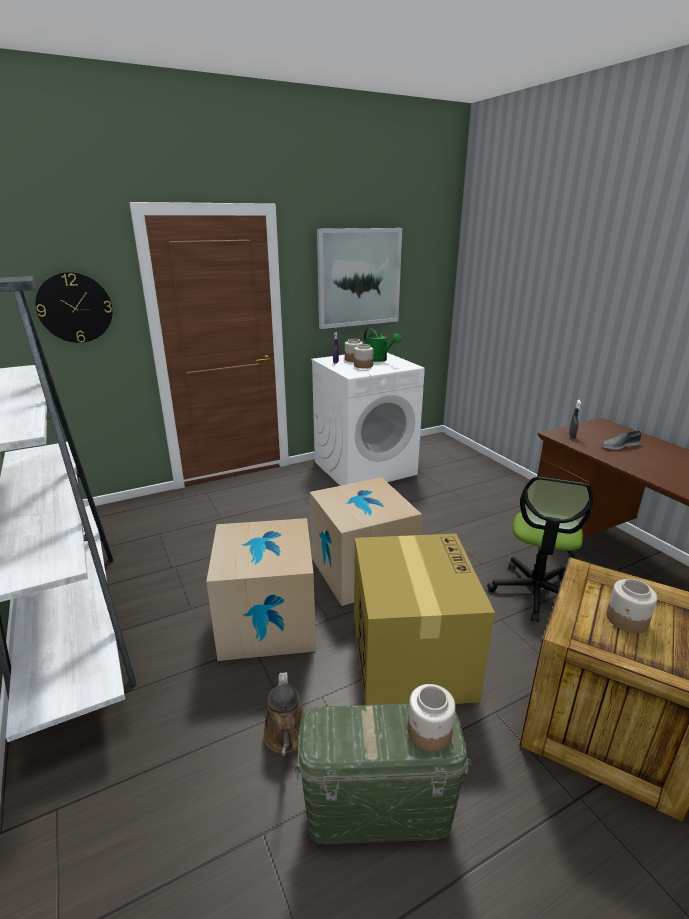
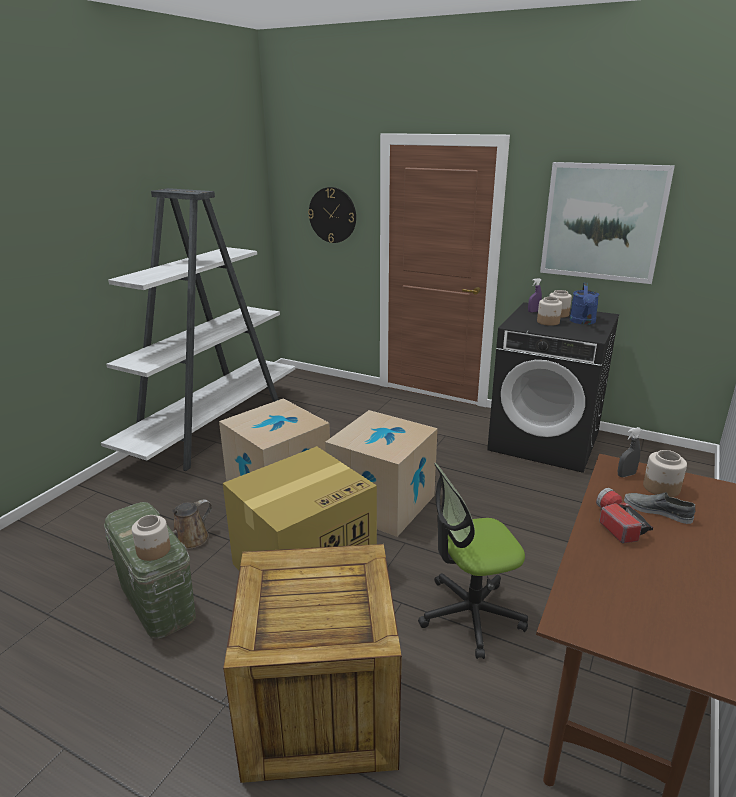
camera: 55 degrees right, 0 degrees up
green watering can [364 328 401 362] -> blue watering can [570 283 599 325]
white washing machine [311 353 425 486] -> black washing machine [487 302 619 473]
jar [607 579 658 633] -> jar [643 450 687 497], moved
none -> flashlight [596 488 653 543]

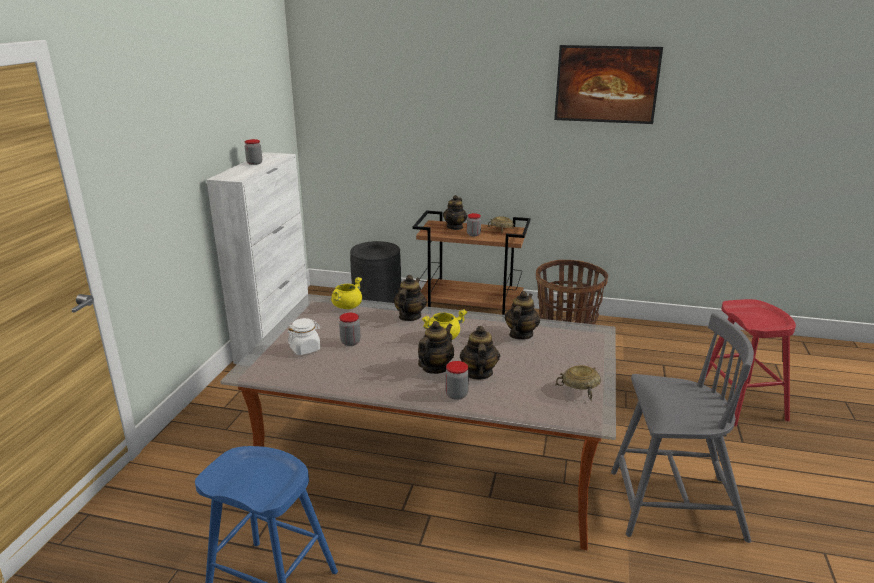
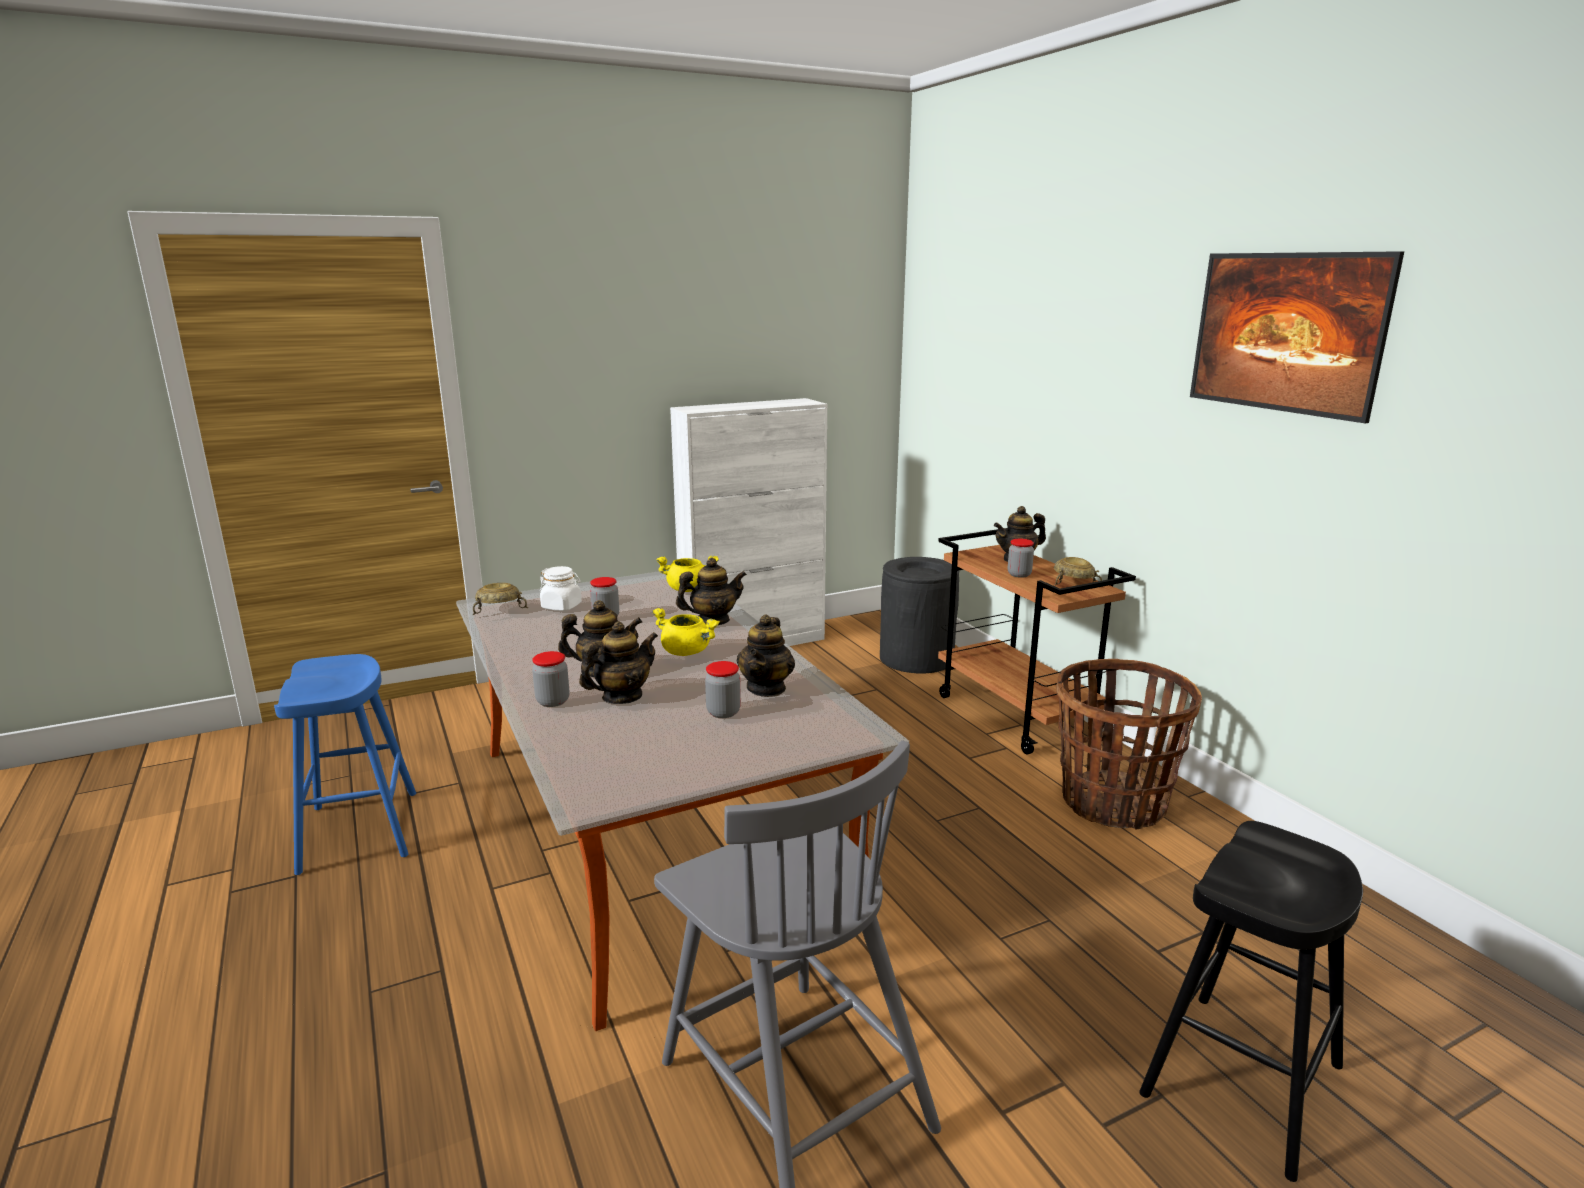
camera: 50 degrees right, 5 degrees down
jar [245 139 262 165] -> jar [705 661 741 718], moved
teapot [505 291 540 340] -> teapot [737 614 795 697], 120 degrees clockwise
red stool [705 299 796 426] -> black stool [1139 821 1363 1182]
beige bowl [555 365 601 401] -> beige bowl [473 583 528 615], moved

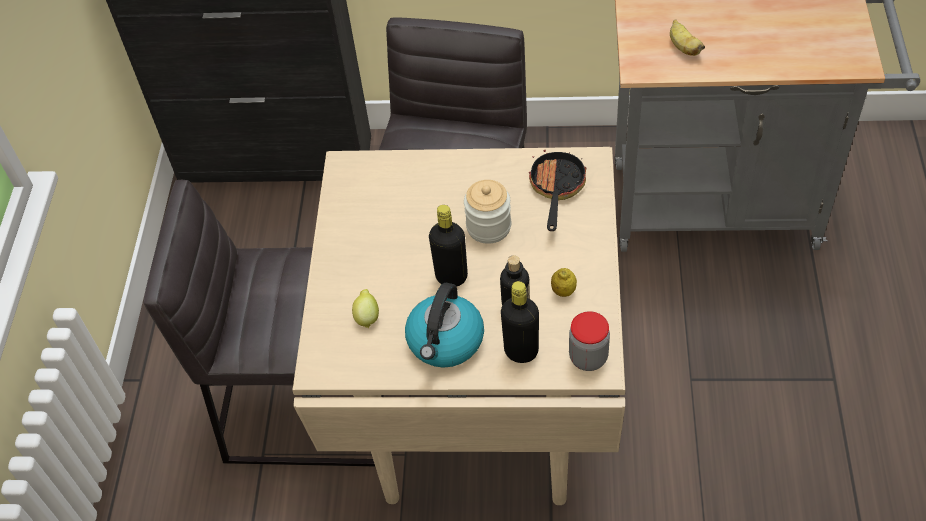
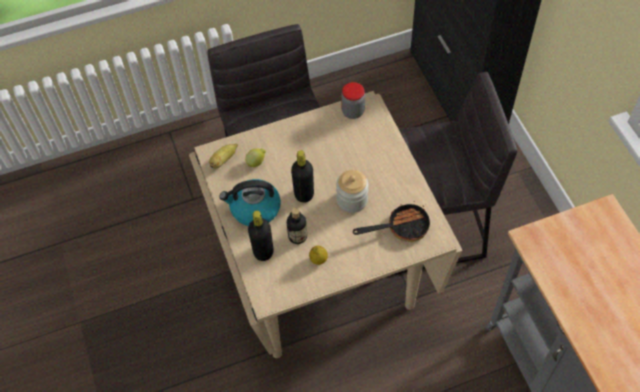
camera: 65 degrees right, 5 degrees up
banana [670 19 705 56] -> banana [209 144 238 169], moved
jar [569 311 610 371] -> jar [341 82 365 119], moved

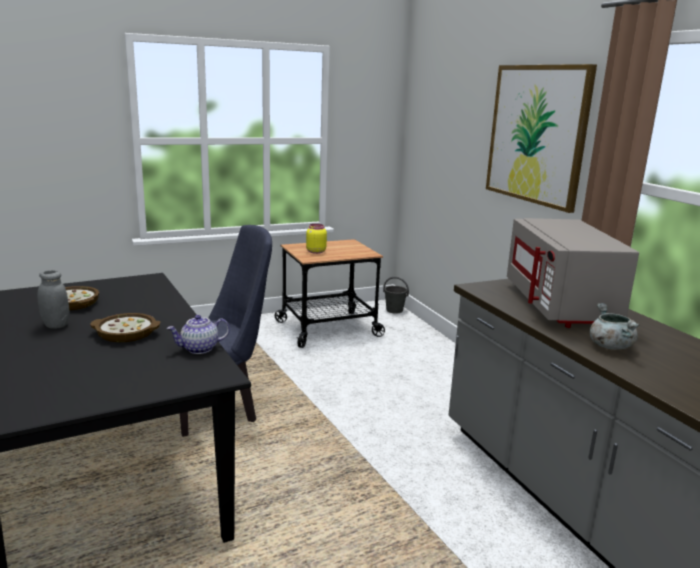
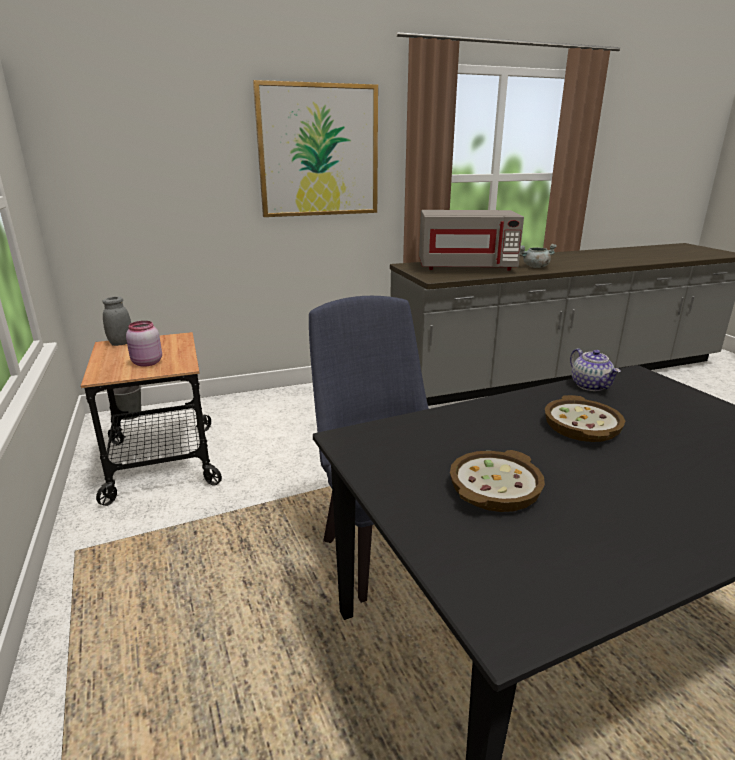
camera: 85 degrees left, 5 degrees up
yellow jar [306 224 327 254] -> pink jar [126 321 162 367]
grey jar [37 270 70 329] -> grey jar [102 297 131 346], moved

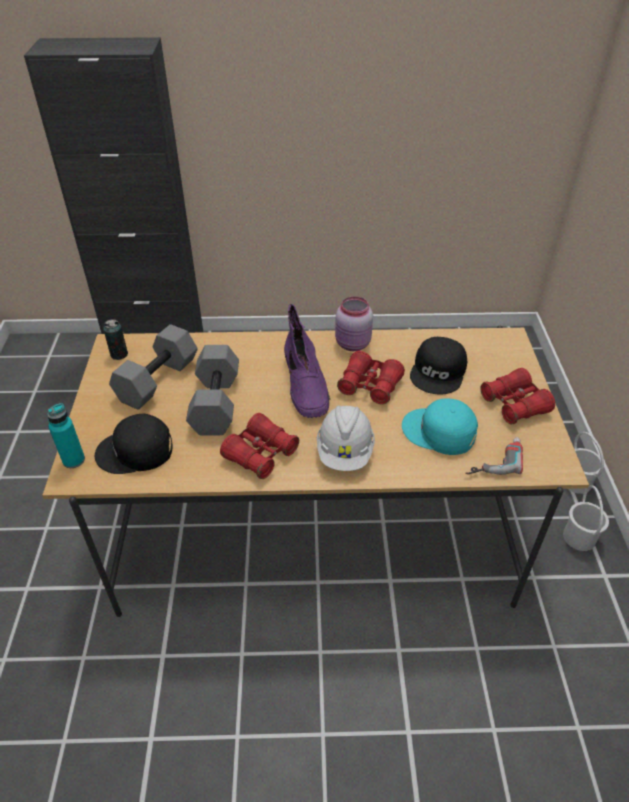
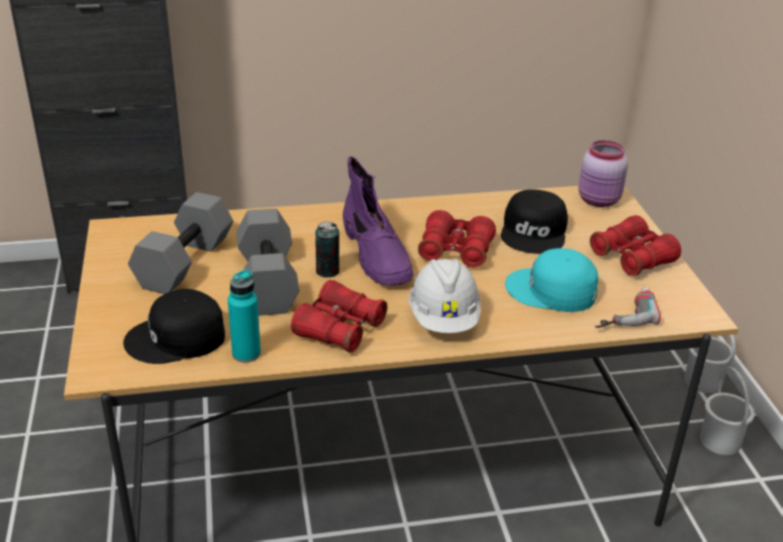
camera: 10 degrees left, 10 degrees down
pink jar [335 296 373 351] -> pink jar [578 140 628 207], moved
can [103 319 128 360] -> can [315 222 339 278], moved
turquoise bottle [47 403 85 468] -> turquoise bottle [228 269 261 363], moved

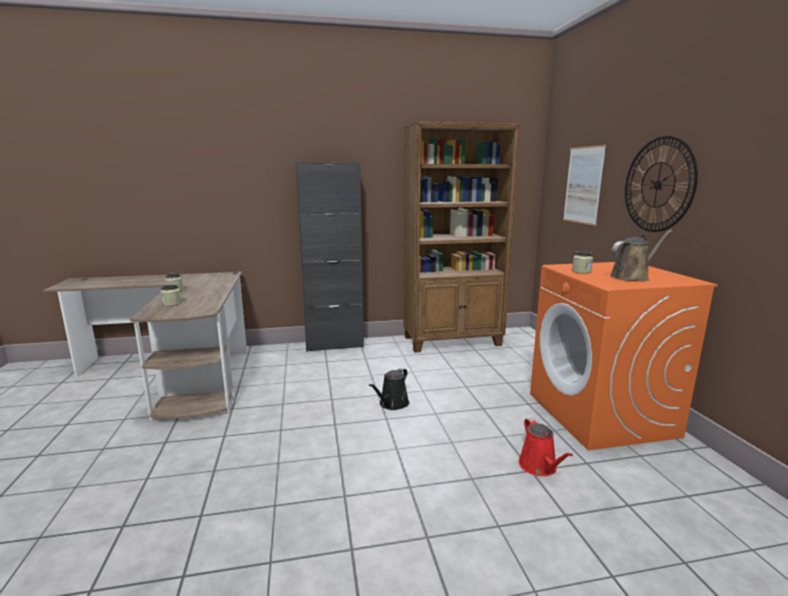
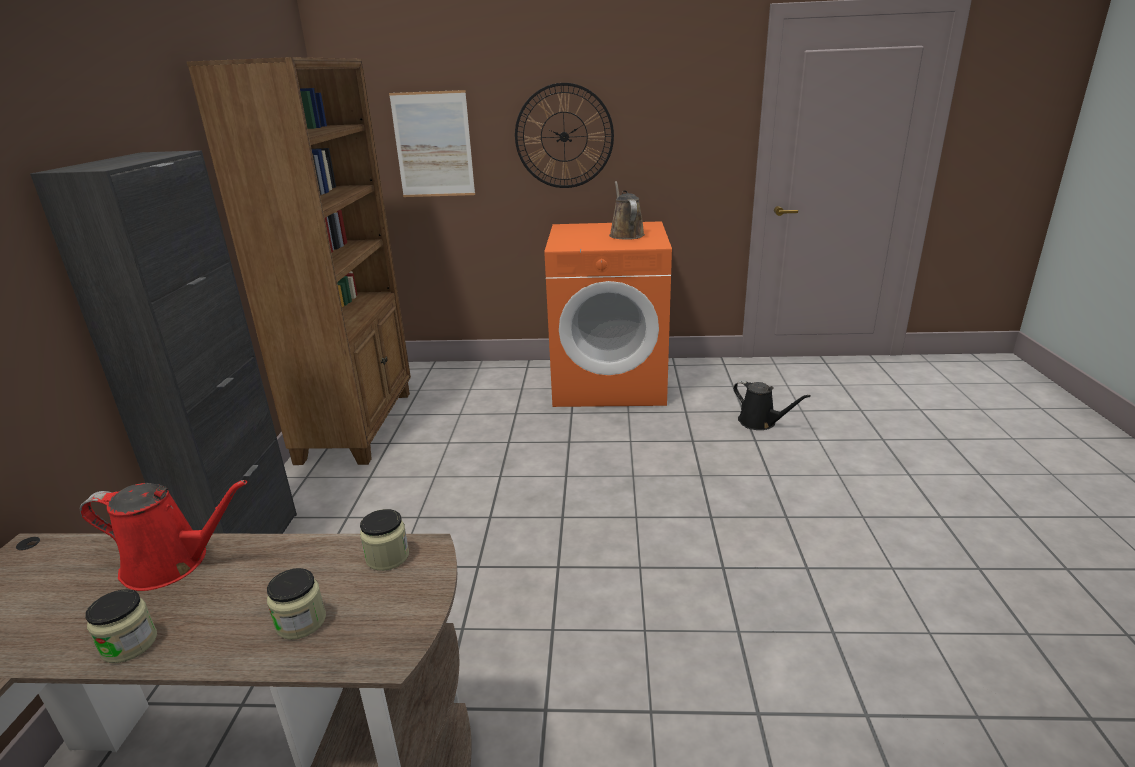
camera: 75 degrees left, 10 degrees up
jar [572 251 593 274] -> jar [360 509 409 571], moved
black watering can [369 368 409 410] -> black watering can [733 380 811 430], moved
red watering can [518 418 573 476] -> red watering can [80 480 247 591], moved

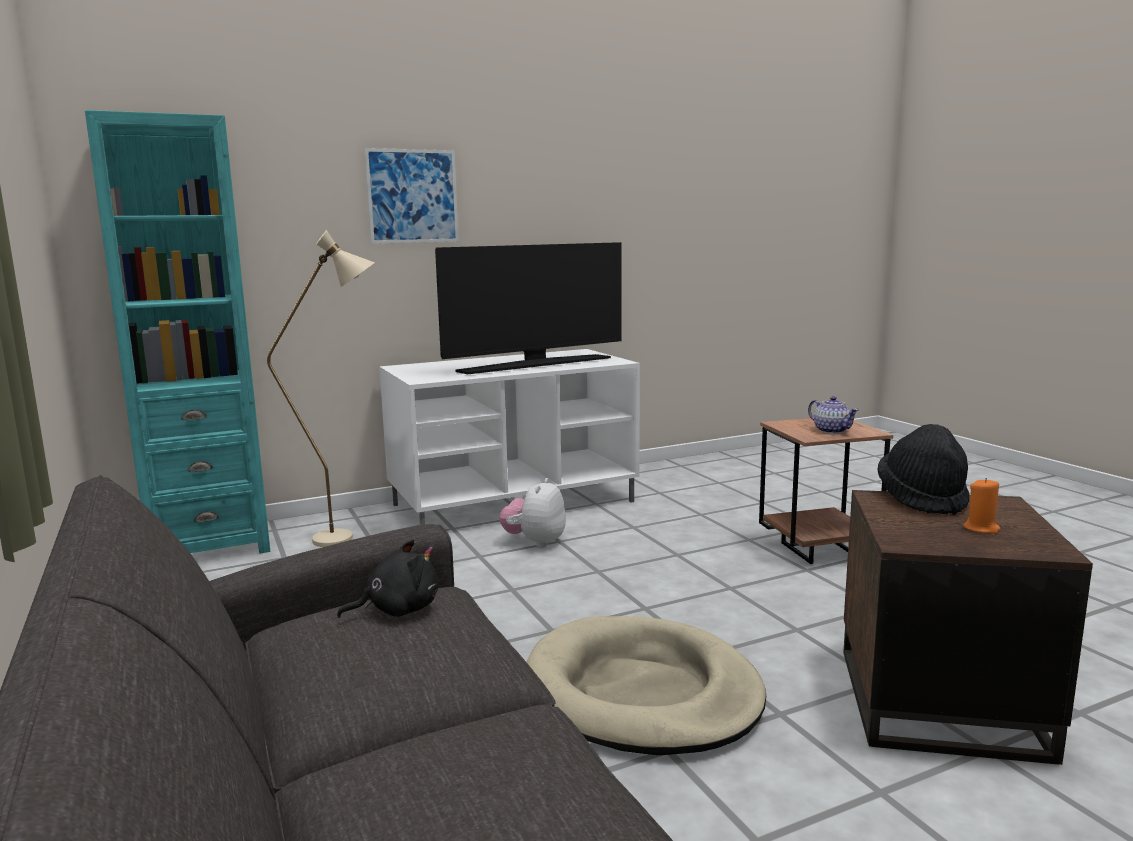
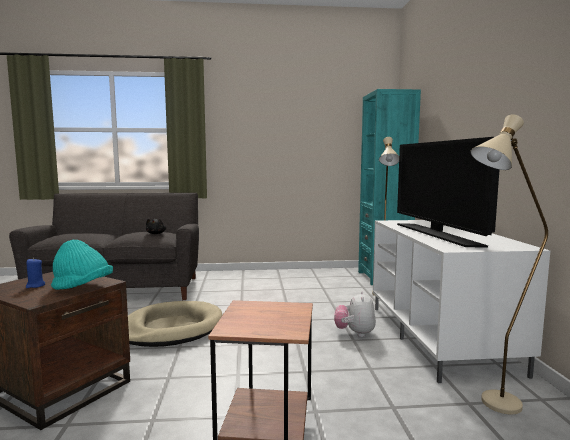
camera: 110 degrees right, 5 degrees down
picture [364 148 459 244] -> none
teapot [808 396 859 434] -> none
black hat [877 424 969 515] -> turquoise hat [51 240 113 290]
plush toy [499 478 566 548] -> plush toy [334 291 376 337], 120 degrees counterclockwise
orange candle [963 478 1000 534] -> blue candle [26 258 45 288]
none -> beige floor lamp [470 114 548 415]

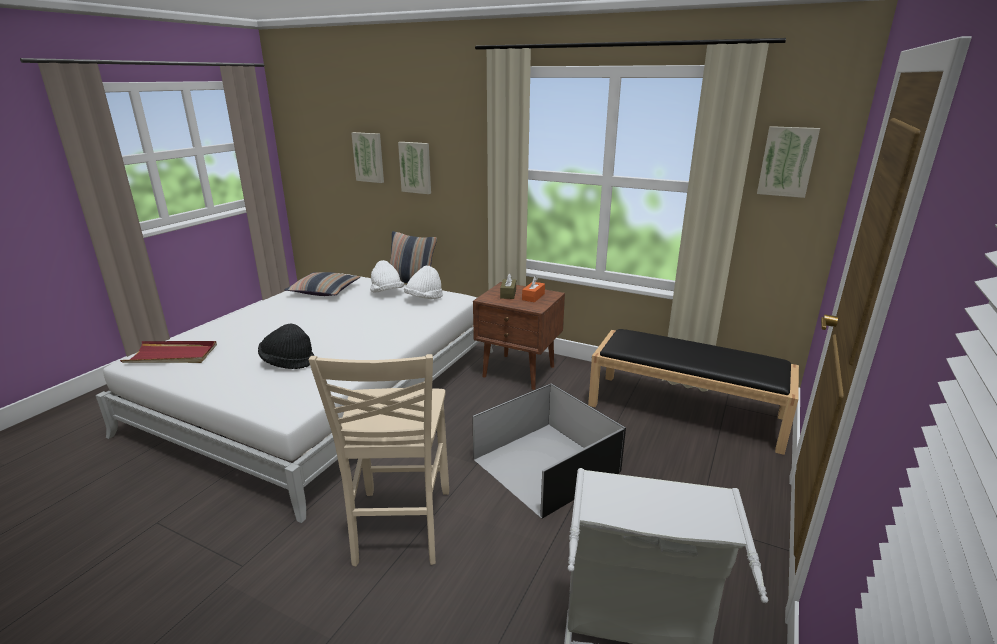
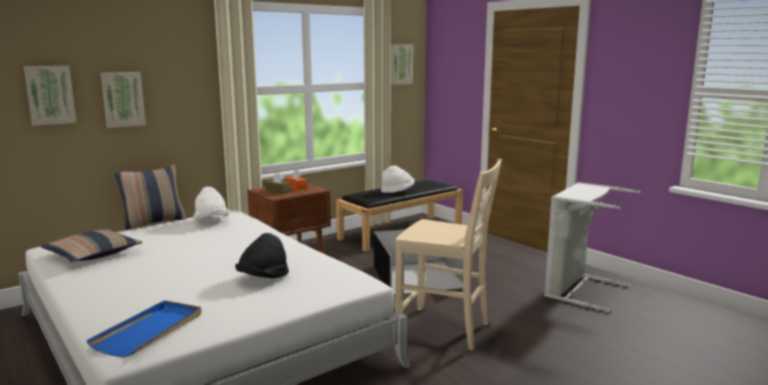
camera: 65 degrees left, 10 degrees down
white hat [370 260 404 292] -> white hat [381 165 415 193], moved
red tray [120 341 217 363] -> blue tray [86 300 201 358]

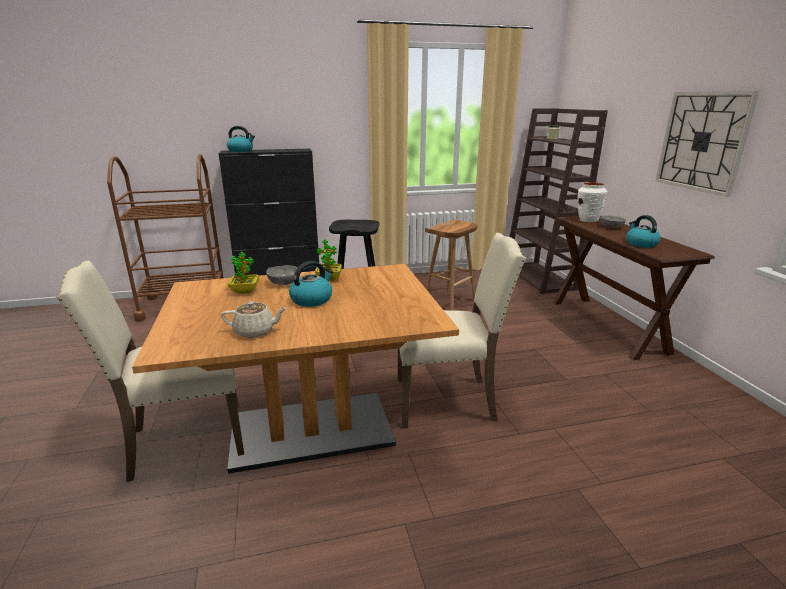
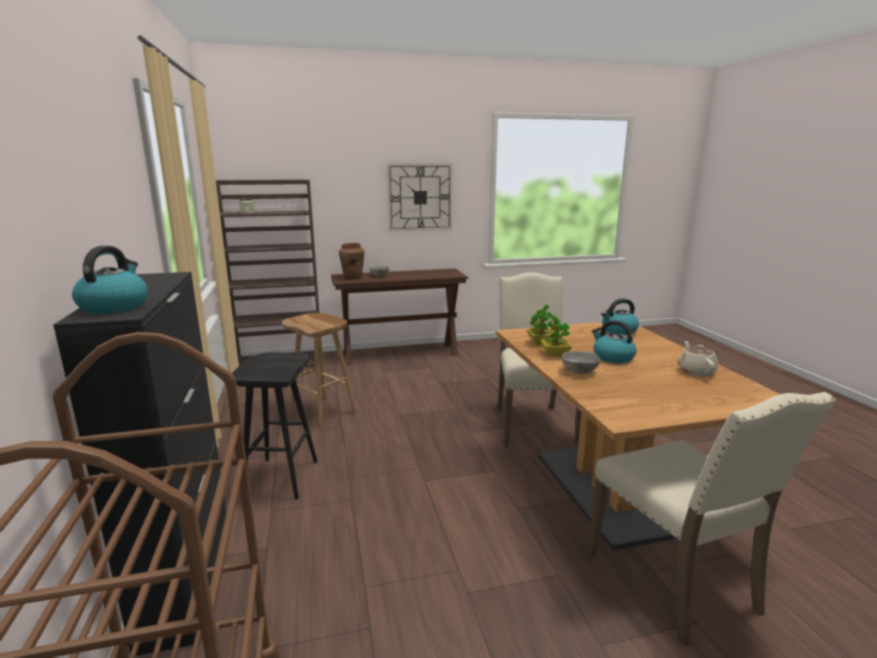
camera: 90 degrees left, 5 degrees down
white vase [578 182 608 222] -> brown vase [339 243 364 280]
kettle [626 215 661 248] -> kettle [601 298 639 335], moved
potted plant [228 252 259 294] -> potted plant [527 304 553 345], moved

